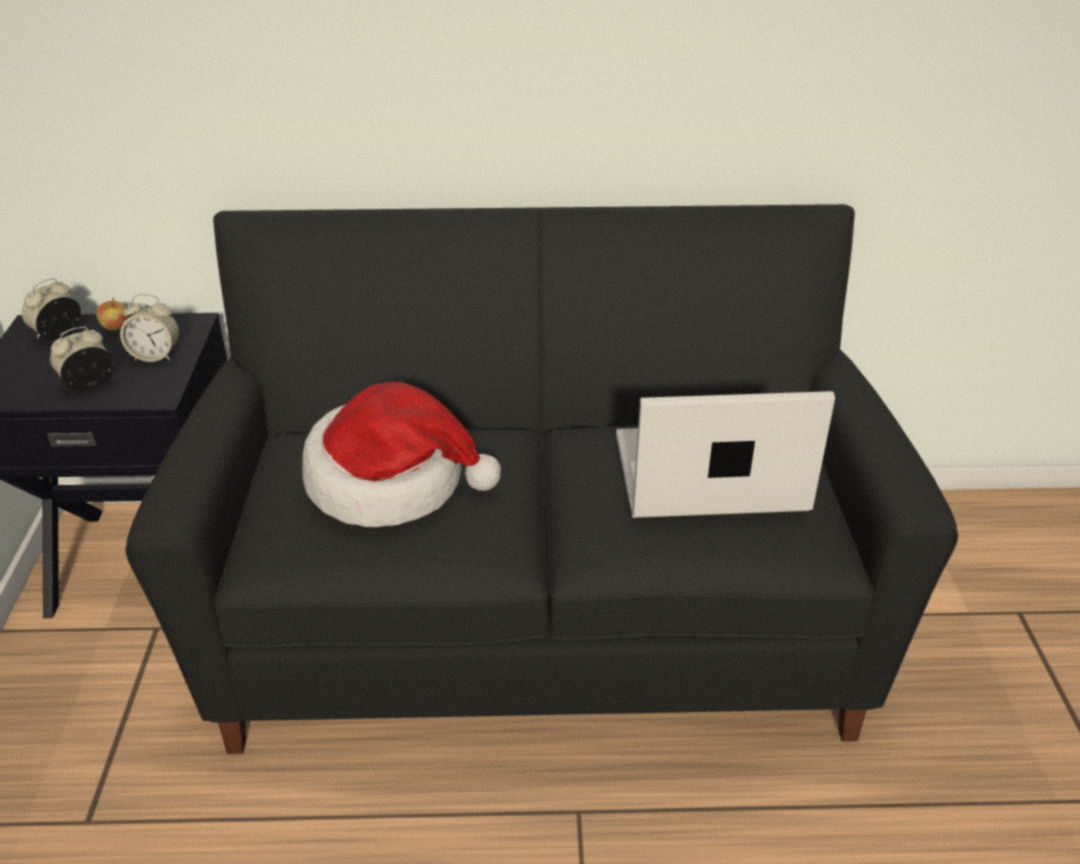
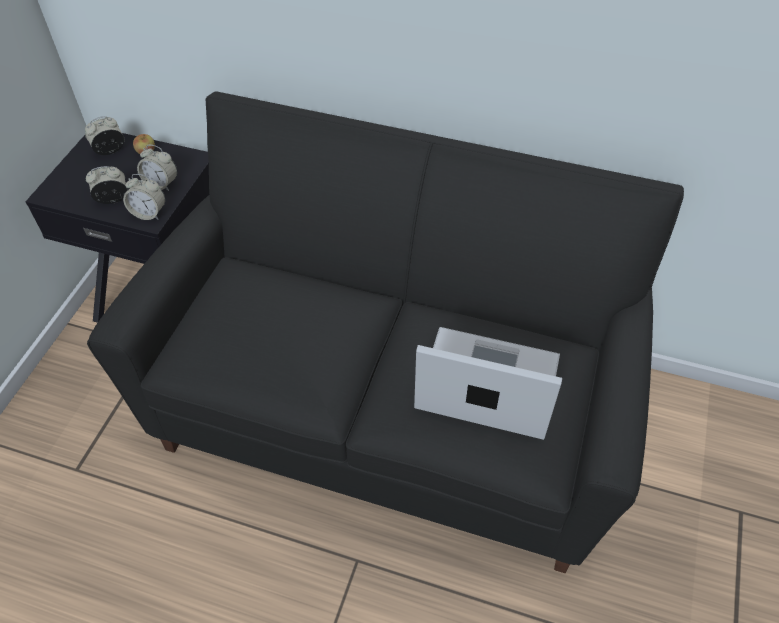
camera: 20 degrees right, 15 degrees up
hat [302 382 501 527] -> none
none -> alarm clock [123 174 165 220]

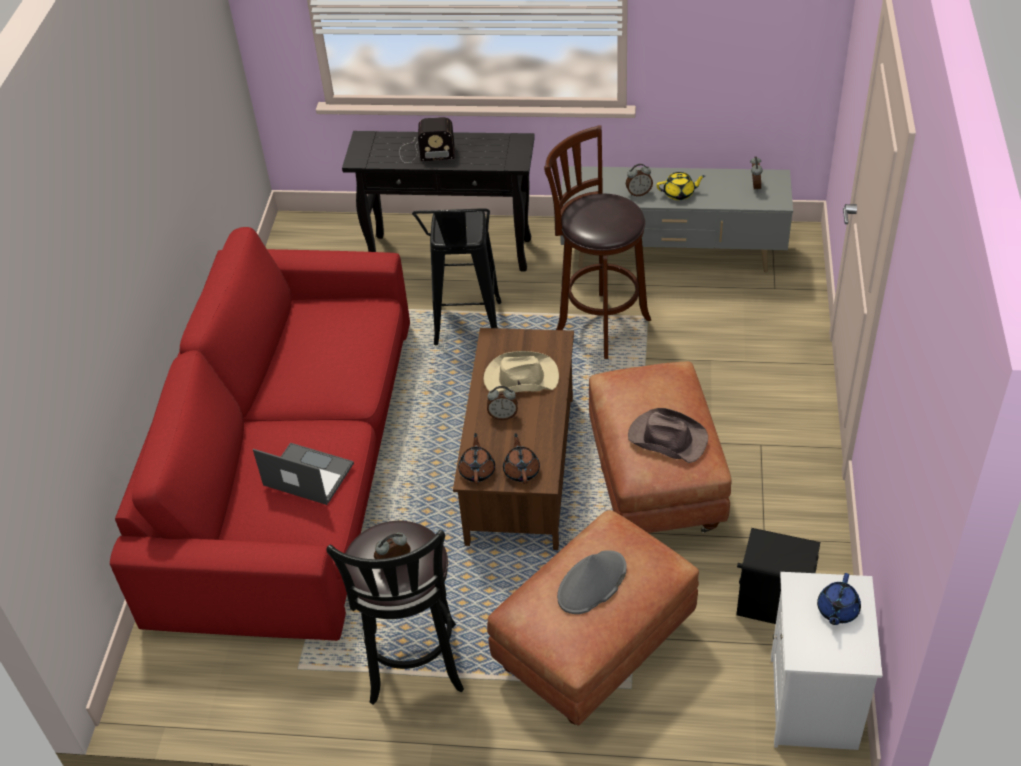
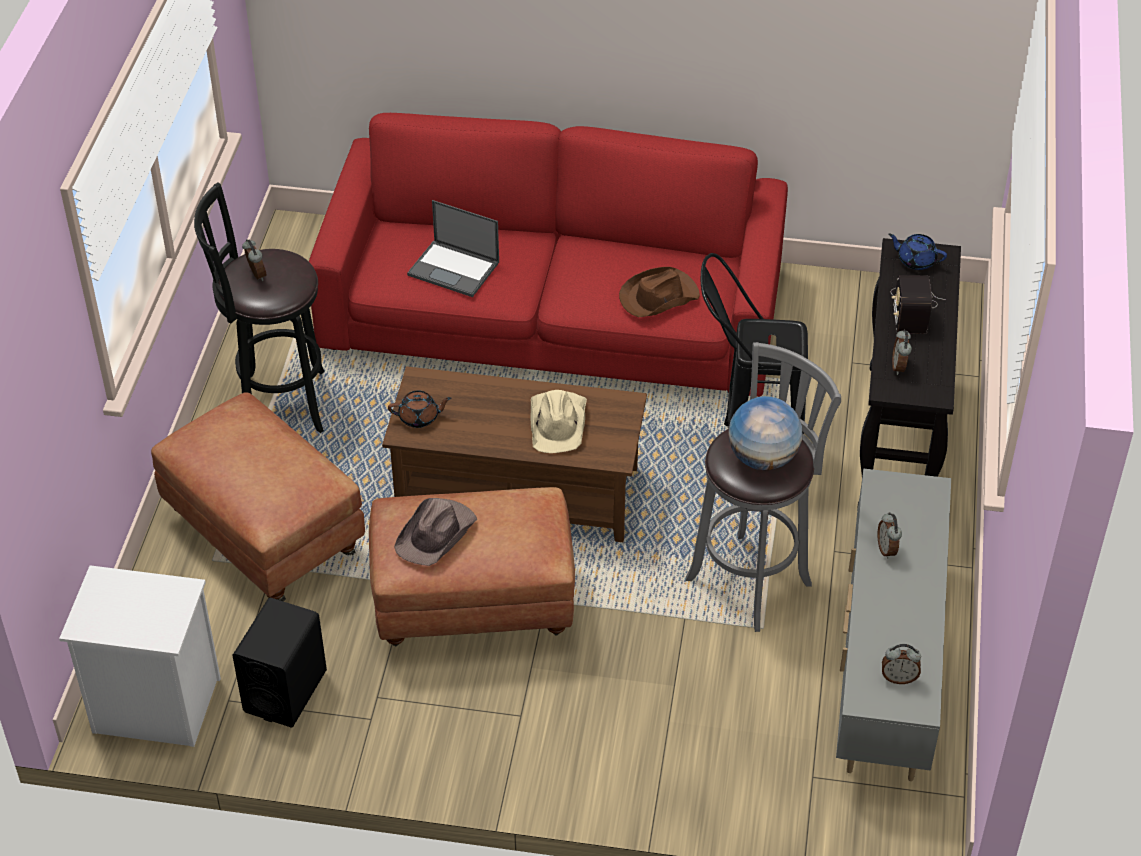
camera: 90 degrees right, 0 degrees up
brown stool [544 125 651 359] -> grey stool [686 342 841 632]
yellow teapot [656 172 705 200] -> none
alarm clock [487 386 518 420] -> alarm clock [892 330 912 375], moved
brown teapot [458 433 495 484] -> none
laptop [253 443 354 505] -> laptop [407 200 499 297], 90 degrees clockwise
grey hat [557 550 627 614] -> none
blue teapot [817 573 861 625] -> blue teapot [888 234 947 270], moved
none -> brown hat [619 267 700 317]
none -> globe [728 396 802 470]

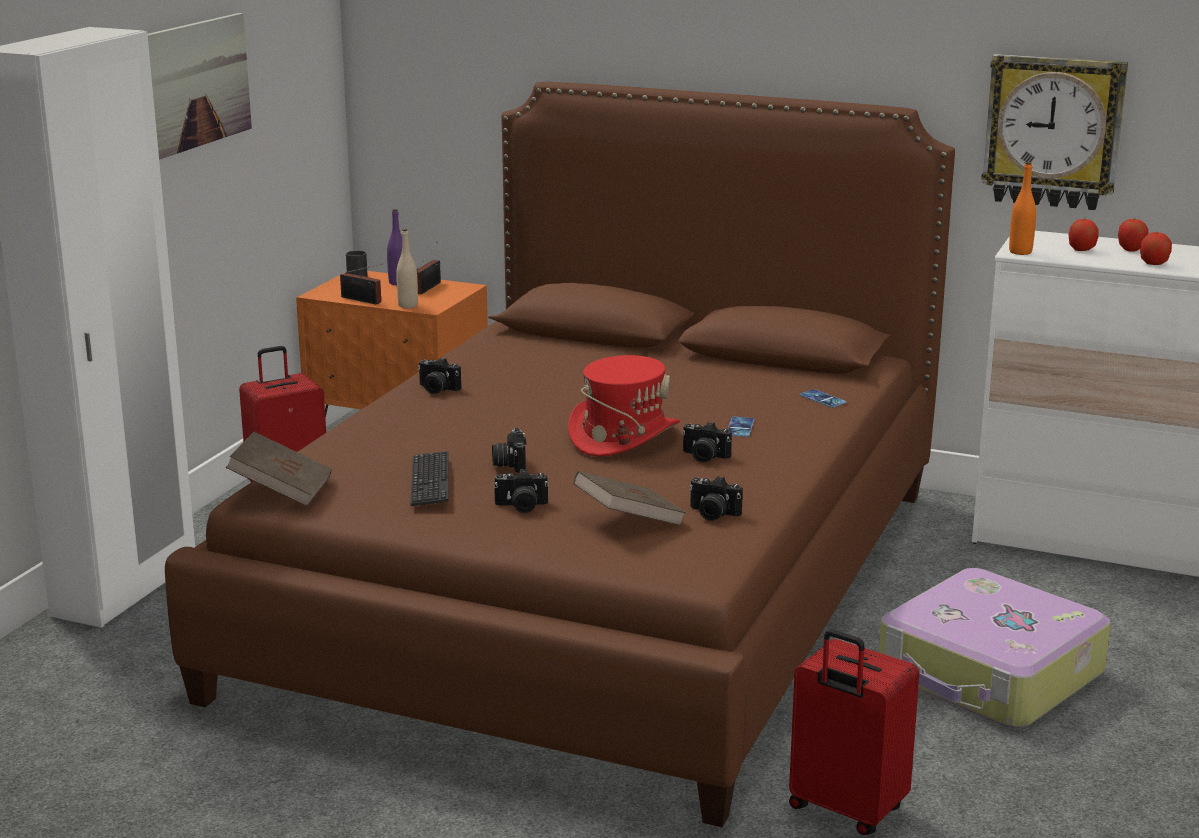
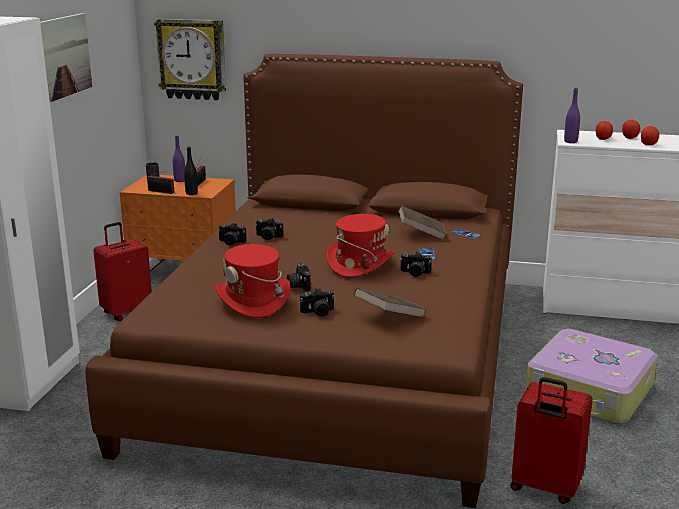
camera: 10 degrees left, 0 degrees up
wall clock [981 54 1128 210] -> wall clock [154 19 226 100], moved
orange bottle [1009 162 1036 255] -> purple bottle [564 88 580 143]
beige bottle [396 229 418 308] -> black bottle [184 147 198 195]
brown book [226 432 332 506] -> brown book [398 205 447 240], moved
keyboard [410 451 449 506] -> red hat [216 244 290 318]
photo camera [689 476 743 521] -> photo camera [255 218 283 240], moved

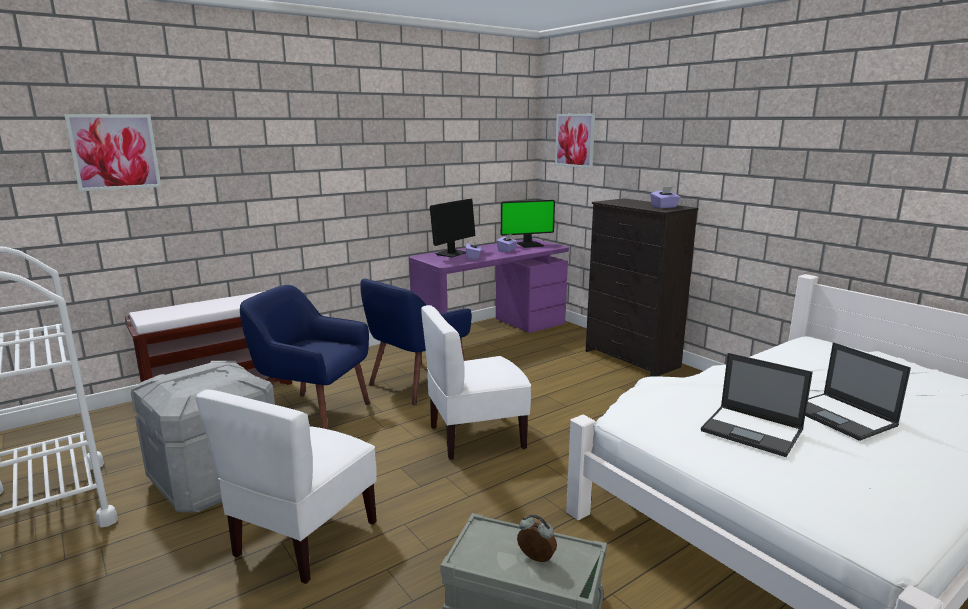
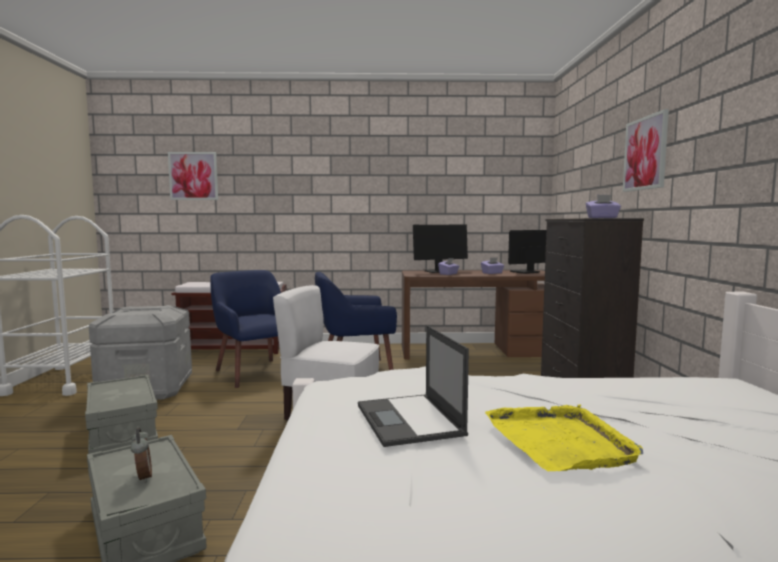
camera: 35 degrees right, 10 degrees down
picture [555 114 595 168] -> picture [623 109 669 192], moved
monitor [501 200 555 248] -> monitor [508 230 546 274], 135 degrees clockwise
purple desk [409 239 569 333] -> brown desk [402 270 545 360]
laptop [805 342 911 441] -> yellow tray [485 405 643 471]
white chair [195 389 377 584] -> grey storage box [85 375 158 454]

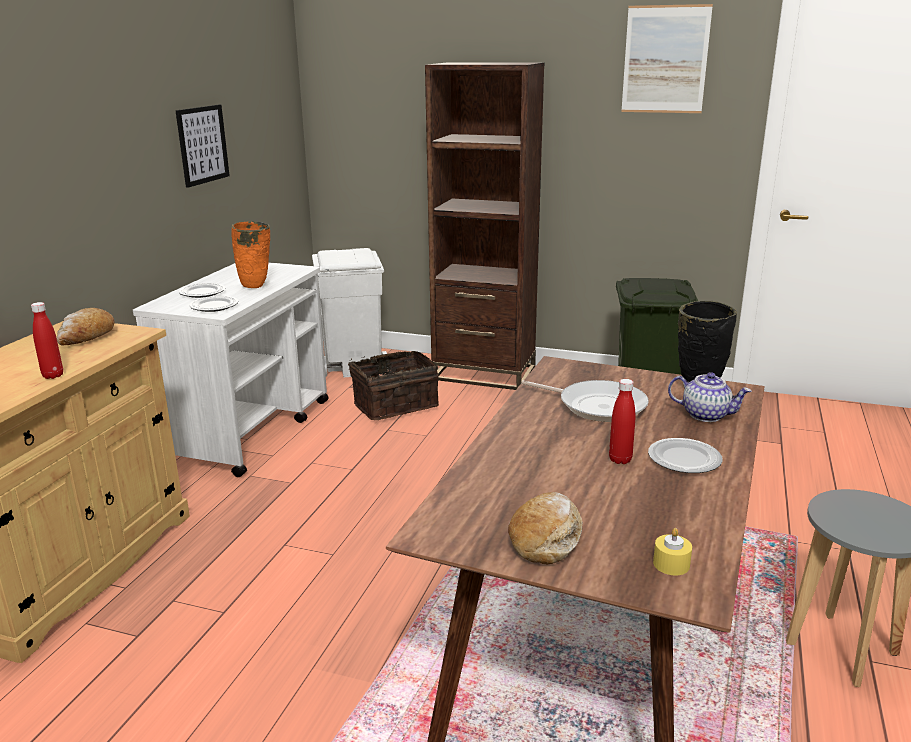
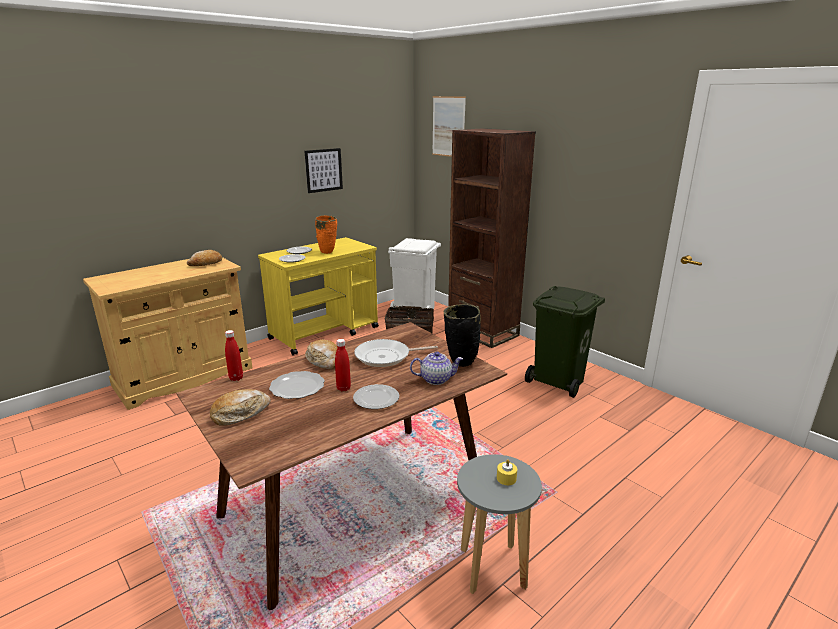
camera: 30 degrees right, 0 degrees up
picture [621 4 713 113] -> picture [432 96 466 157], moved
white cart [133 262 329 477] -> yellow cart [258 237 379 356]
red bottle [31 302 63 379] -> red bottle [225 330 243 381], moved
teapot [668 372 752 422] -> teapot [410 352 463 385], 60 degrees counterclockwise
frying pan [521 380 649 422] -> frying pan [354 339 438 367], 105 degrees clockwise
yellow candle [653 528 692 575] -> yellow candle [497 459 517 485], moved
none -> bread [305 339 337 369]
none -> plate [269 371 325 399]

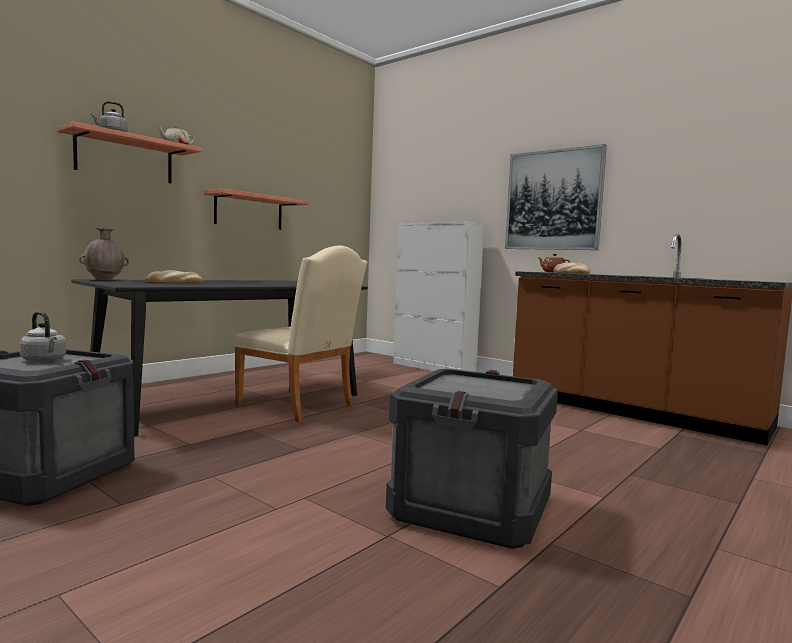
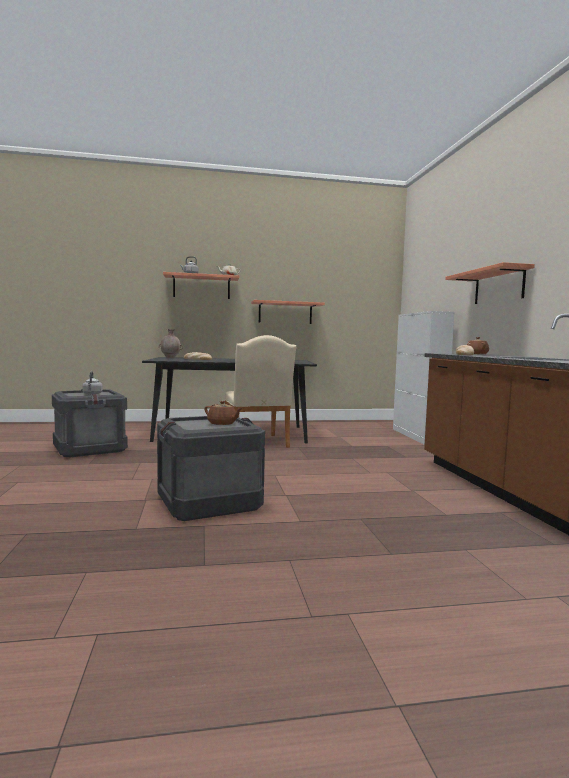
camera: 40 degrees right, 0 degrees up
picture [505 144 607 250] -> shelf [445 262 535 304]
none -> brown teapot [205 401 242 425]

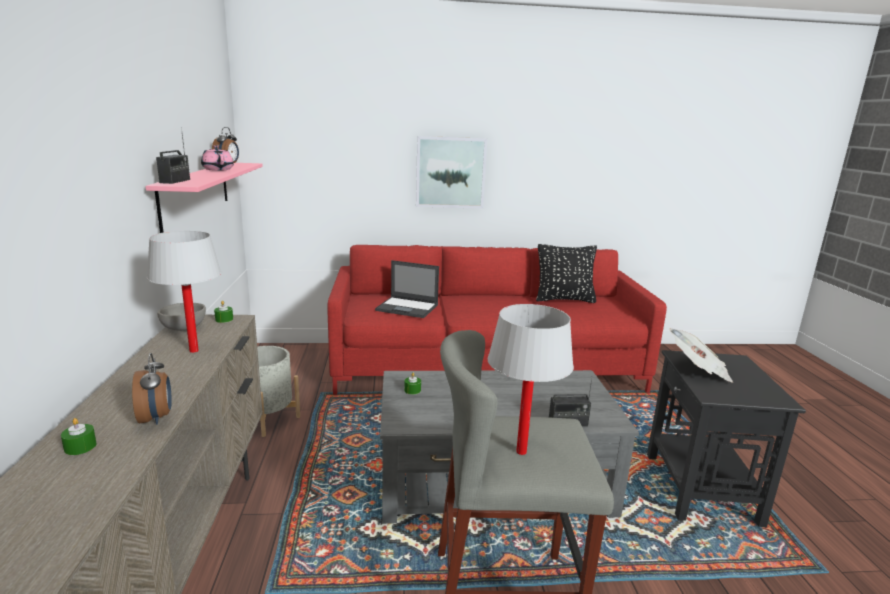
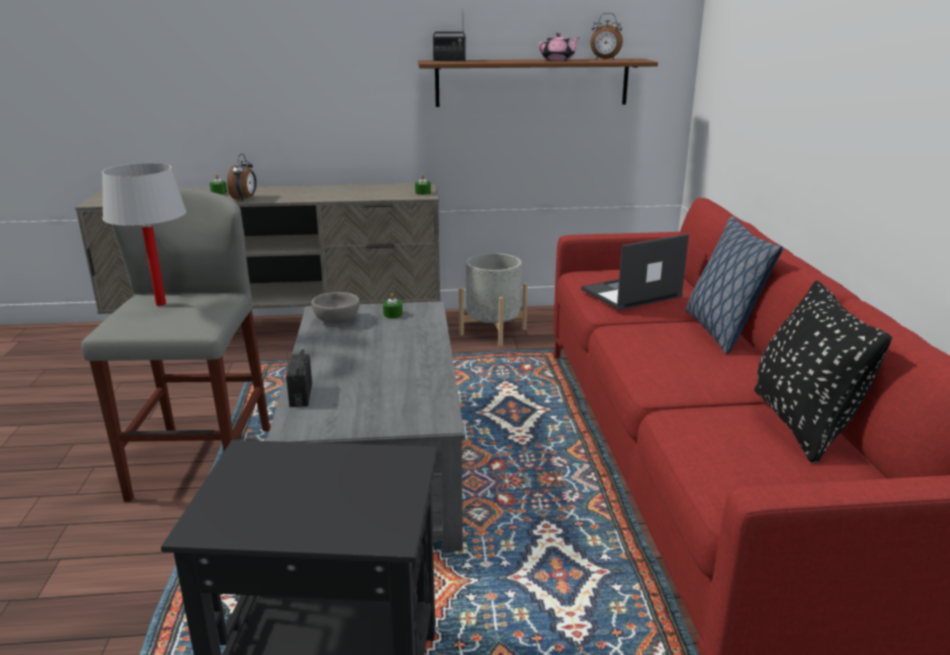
camera: 90 degrees right, 5 degrees up
picture [416 136 487 209] -> none
pink shelf [145 163 263 233] -> brown shelf [418 59 658 107]
white table lamp [147 231 221 353] -> none
laptop [375 260 439 318] -> laptop [581 234 689 310], 45 degrees clockwise
grey bowl [157 303 206 331] -> grey bowl [311 292 360 324], moved
newspaper [669 328 734 383] -> none
alarm clock [132 353 172 425] -> alarm clock [227 154 257 201], 60 degrees counterclockwise
none -> pillow [685 216 783 354]

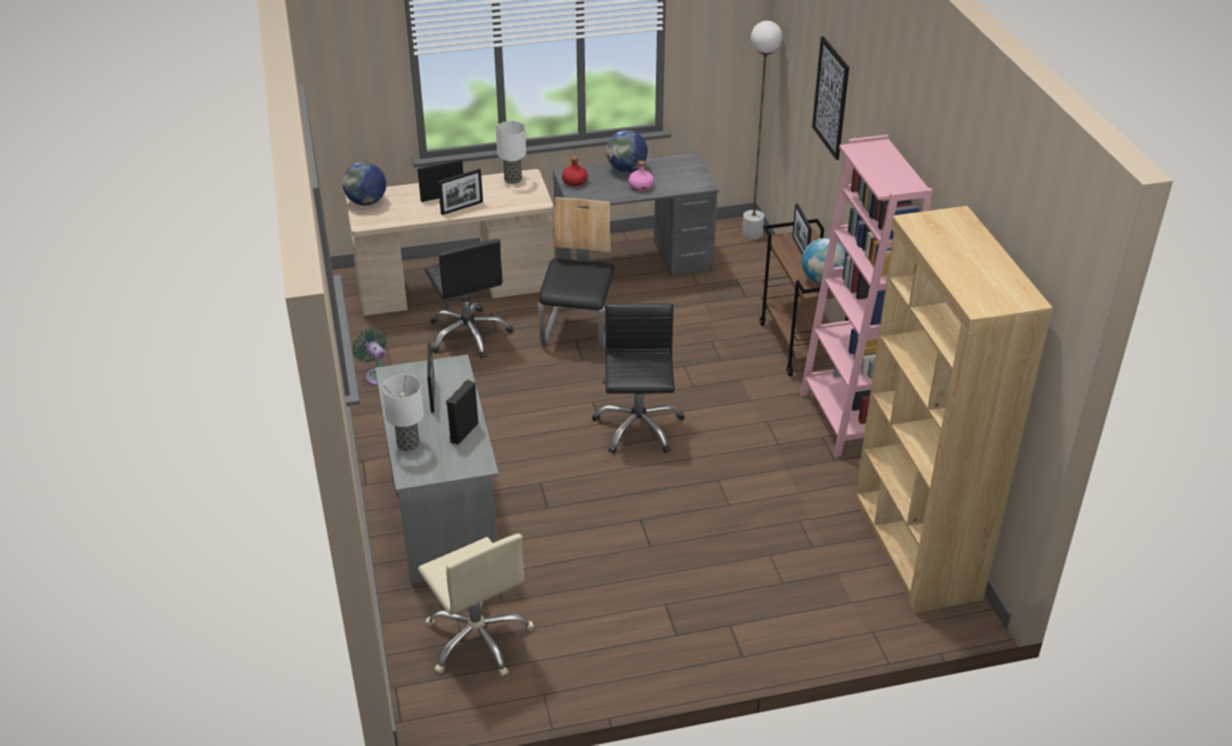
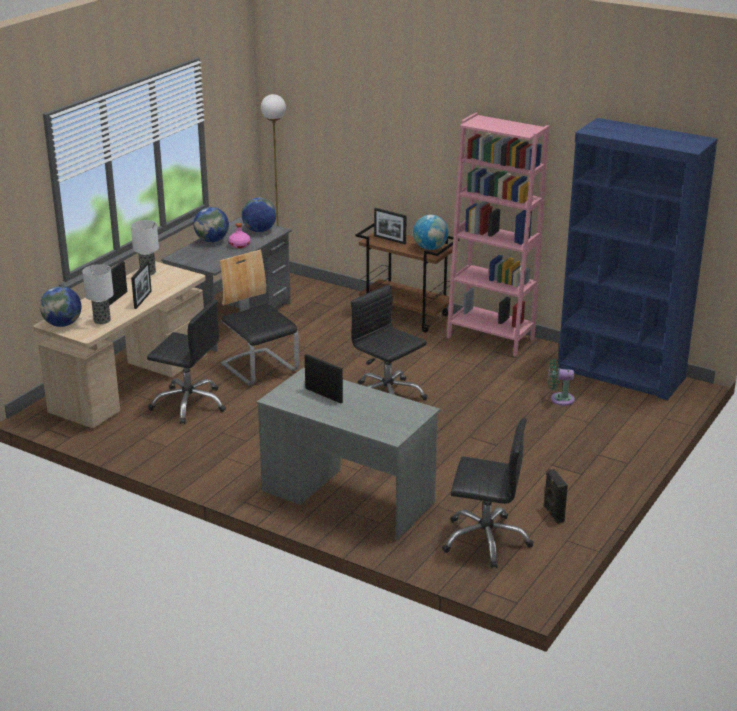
camera: 45 degrees left, 10 degrees down
picture [812 36 849 160] -> none
red bottle [562 156 588 186] -> none
brown bookcase [855 206 1053 613] -> blue bookcase [558 118 718 400]
green fan [352 328 387 386] -> green fan [548 358 575 406], moved
table lamp [382 374 424 451] -> table lamp [82 264 114 324], moved
black speaker [446 379 478 445] -> black speaker [544 469 568 524], moved
beige office chair [418 534 534 677] -> black office chair [442 418 534 568]
none -> globe [242 198 276 232]

